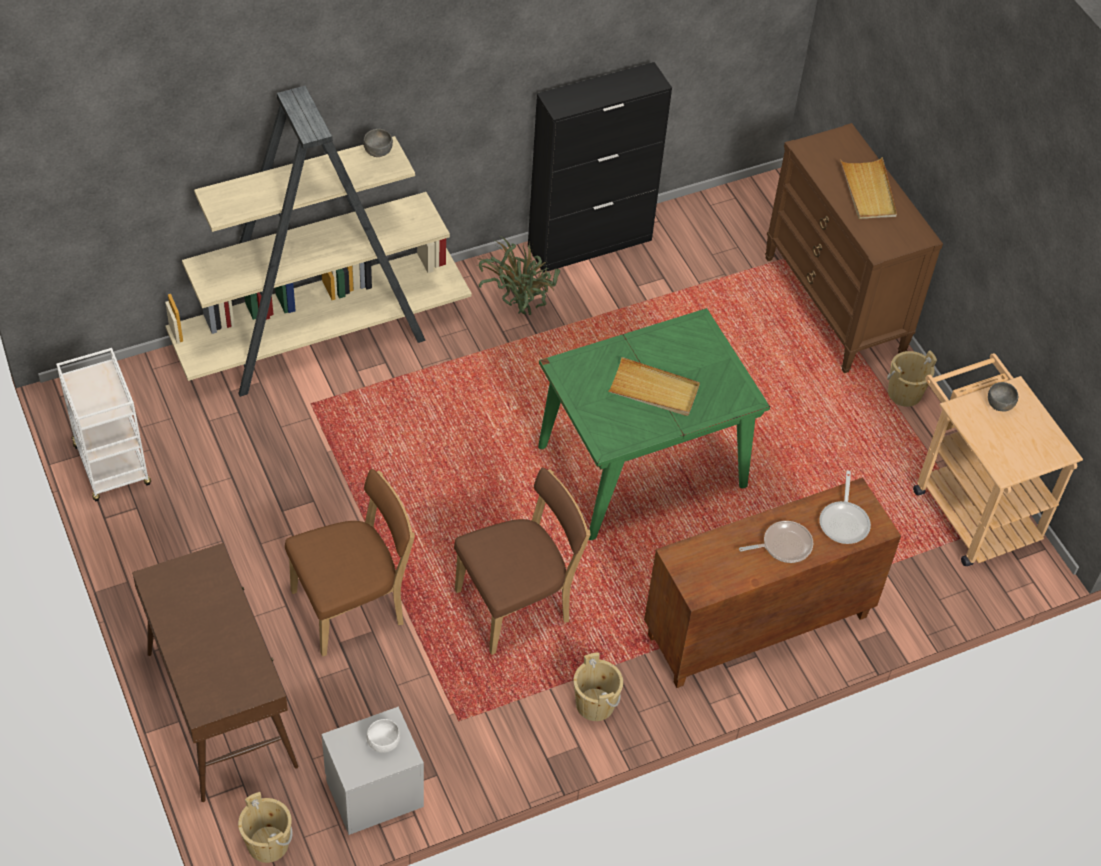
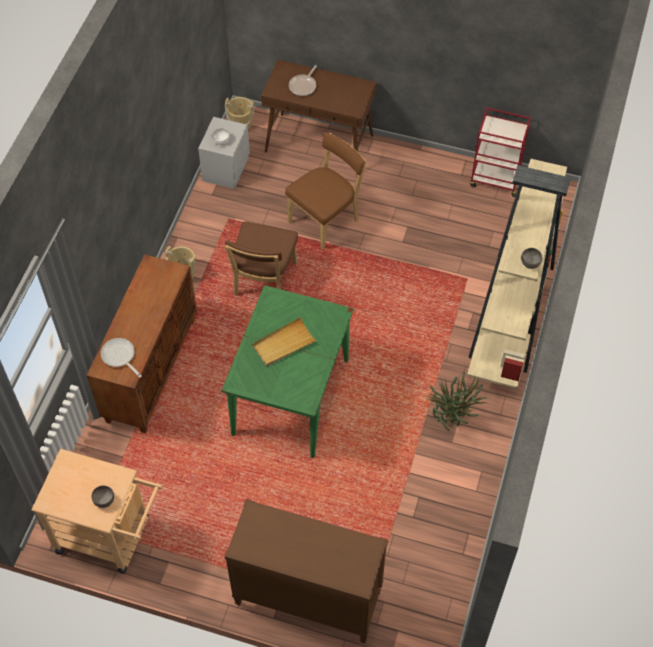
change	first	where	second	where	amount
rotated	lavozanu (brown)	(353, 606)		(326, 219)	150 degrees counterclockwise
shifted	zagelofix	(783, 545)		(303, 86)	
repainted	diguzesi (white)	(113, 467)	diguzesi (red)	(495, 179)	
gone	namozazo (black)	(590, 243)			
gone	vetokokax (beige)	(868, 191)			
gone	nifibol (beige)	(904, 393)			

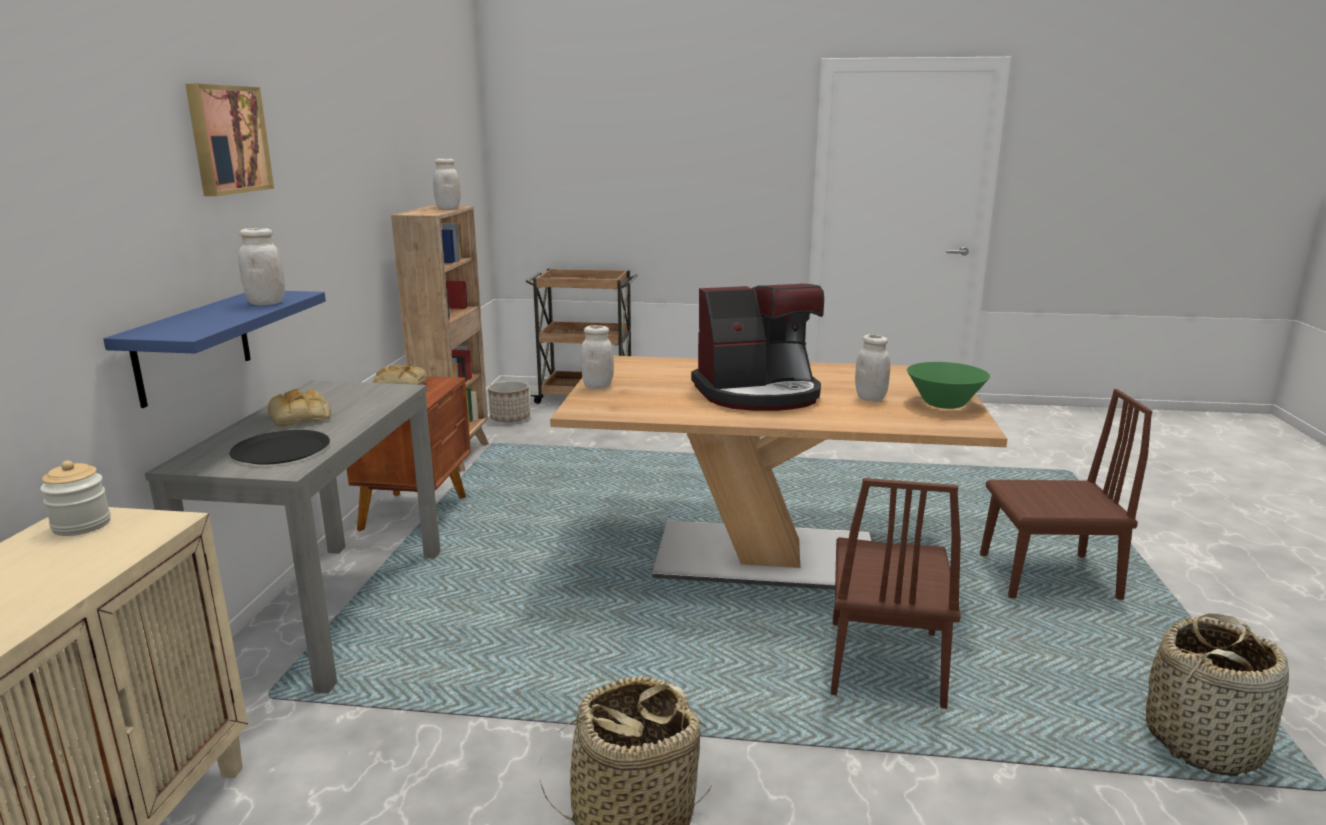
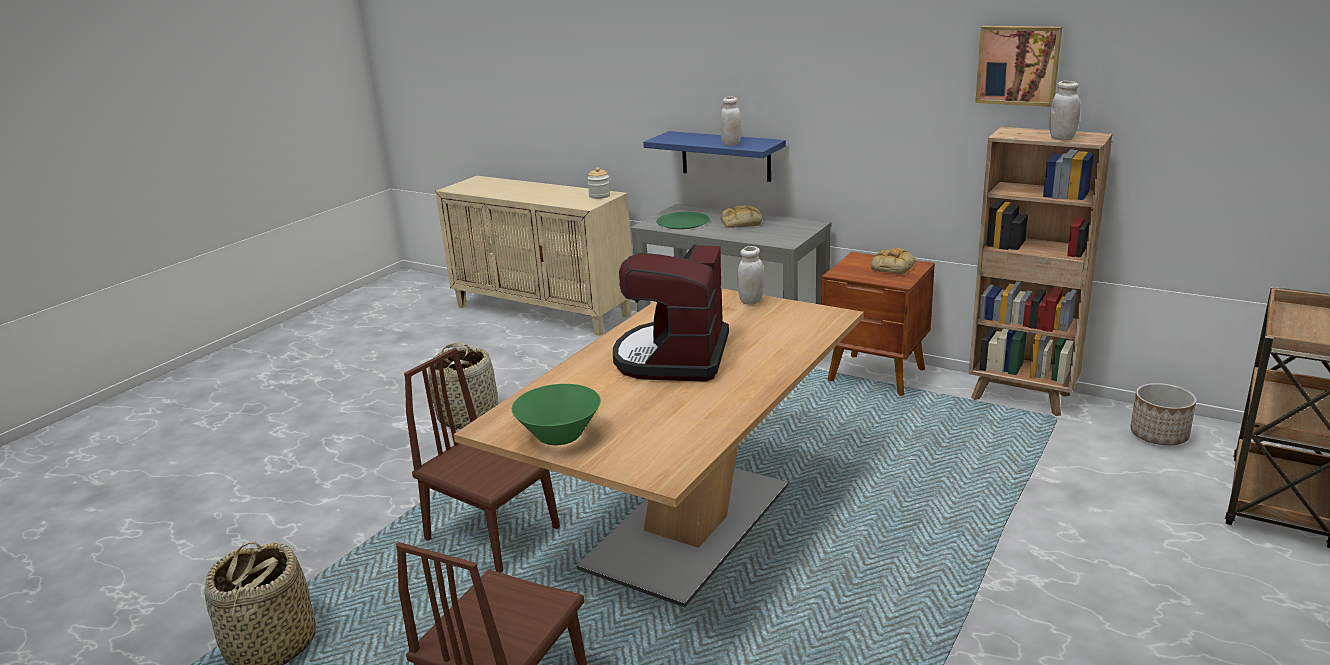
change	first	where	second	where	amount
repainted	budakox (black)	(281, 449)	budakox (green)	(683, 222)	
shifted	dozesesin	(227, 139)		(1018, 65)	
gone	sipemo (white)	(870, 398)			

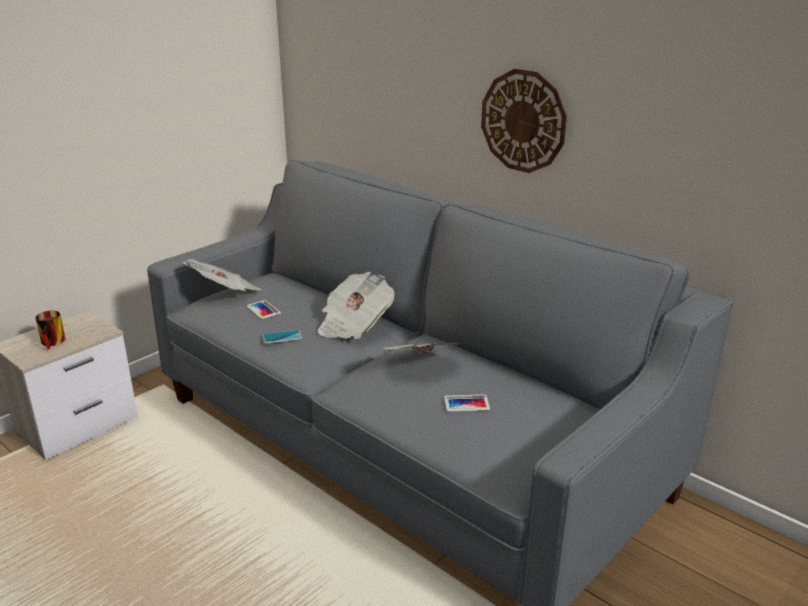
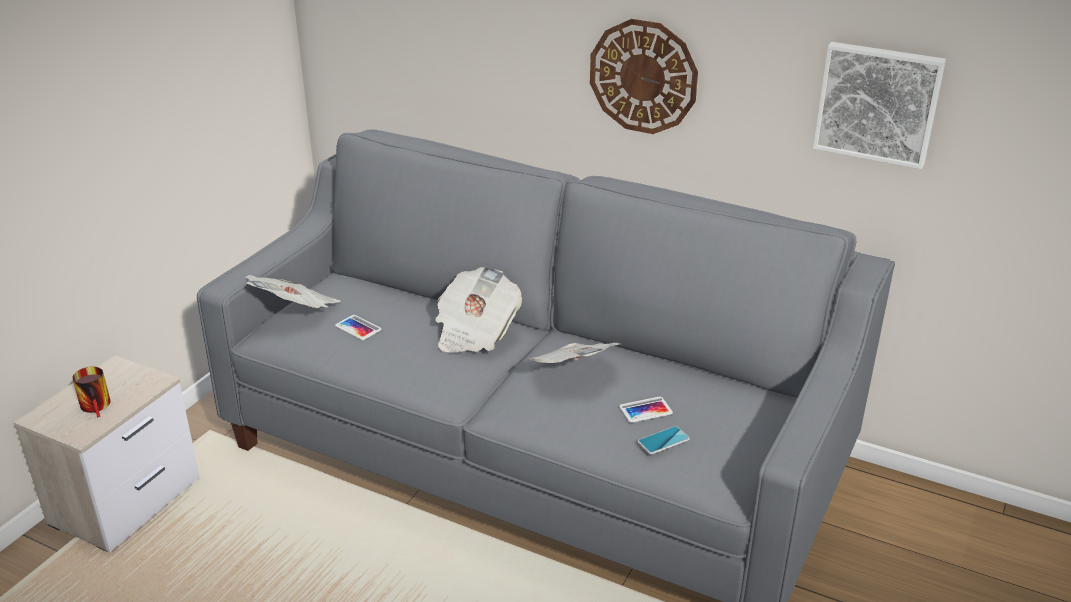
change	first	where	second	where	amount
shifted	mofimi	(282, 337)		(663, 441)	
new			dozesesin	(878, 103)	

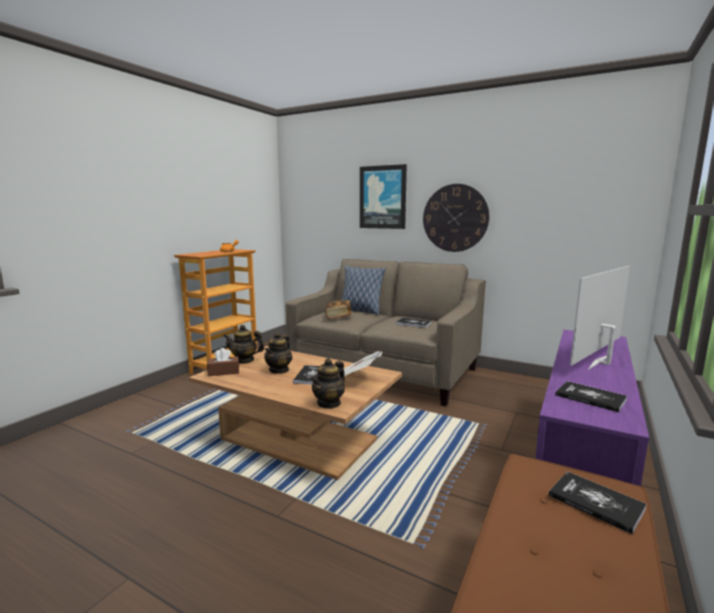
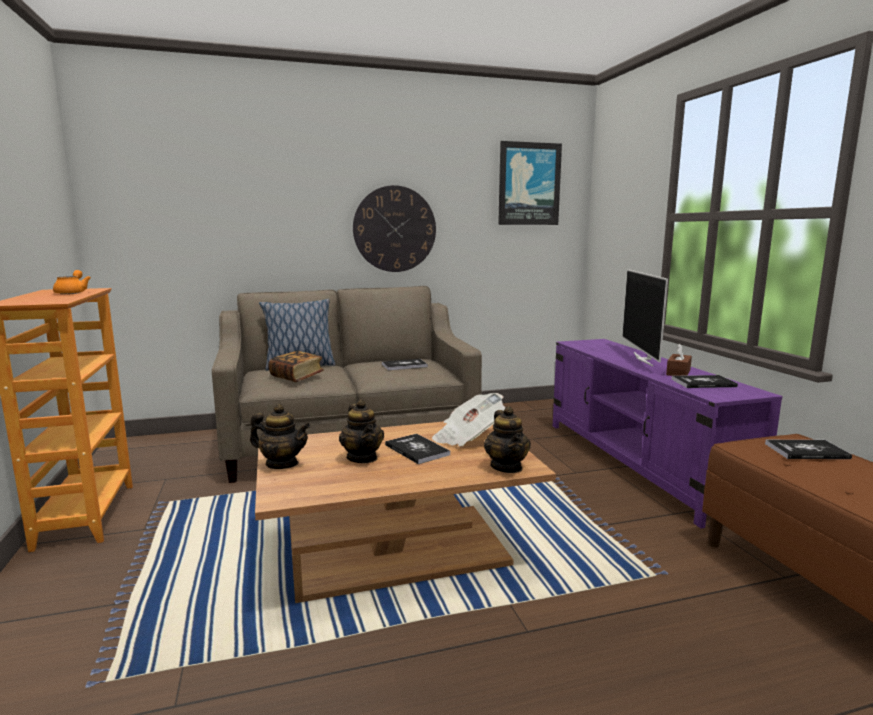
change	first	where	second	where	amount
rotated	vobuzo	(244, 360)		(282, 464)	120 degrees counterclockwise
shifted	dozesesin	(383, 197)		(529, 184)	
shifted	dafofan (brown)	(223, 372)		(678, 372)	

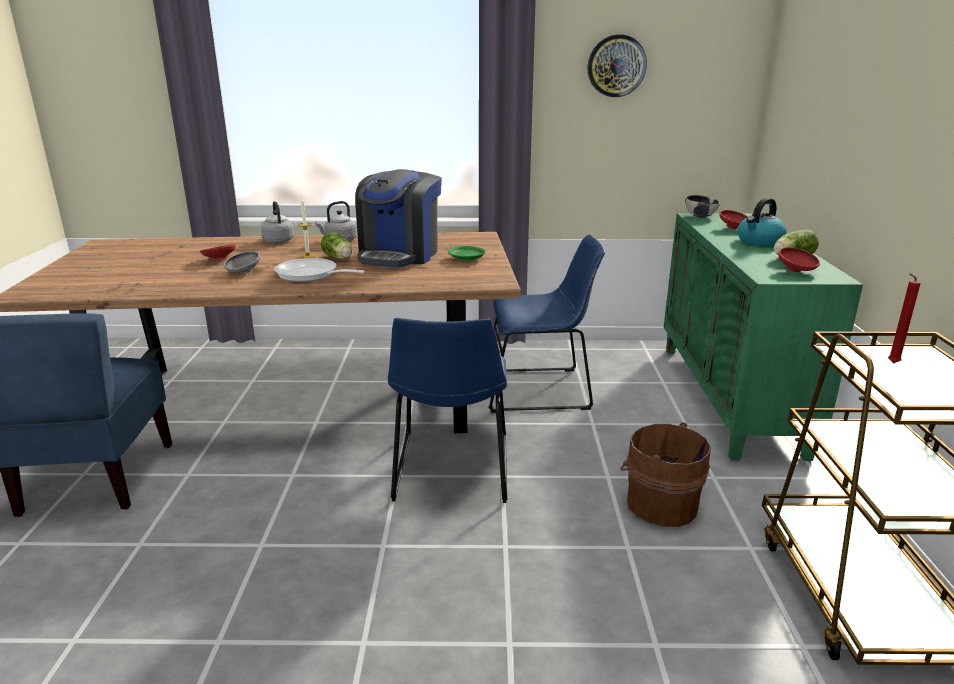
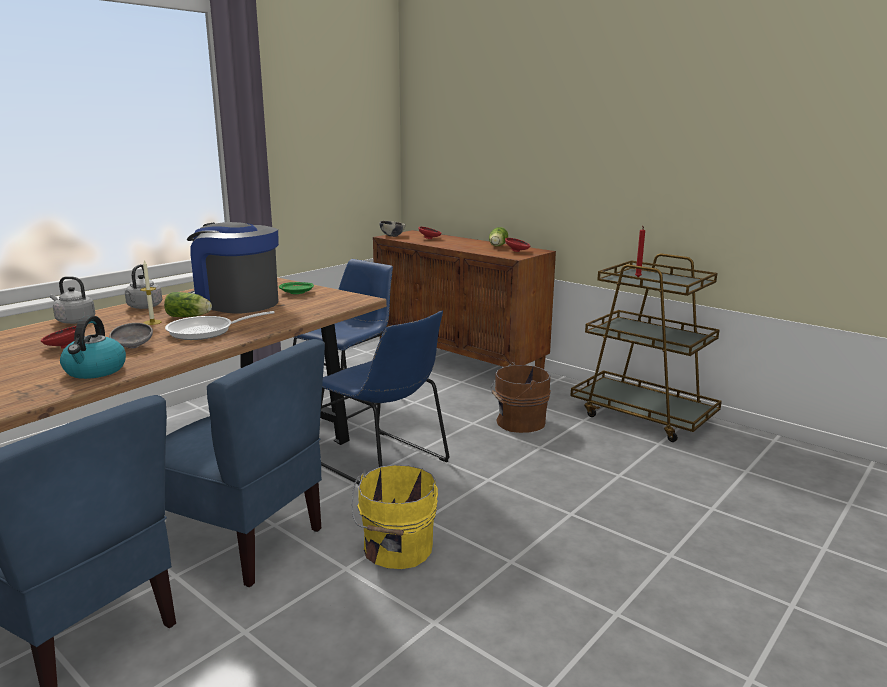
change	first	where	second	where	amount
shifted	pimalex	(759, 241)		(95, 371)	
new			lavozanu (blue)	(242, 540)	
rotated	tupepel	(399, 255)		(236, 303)	150 degrees clockwise
new			nifibol (yellow)	(397, 549)	
repainted	namozazo (green)	(730, 398)	namozazo (brown)	(459, 360)	
gone	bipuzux	(616, 66)			

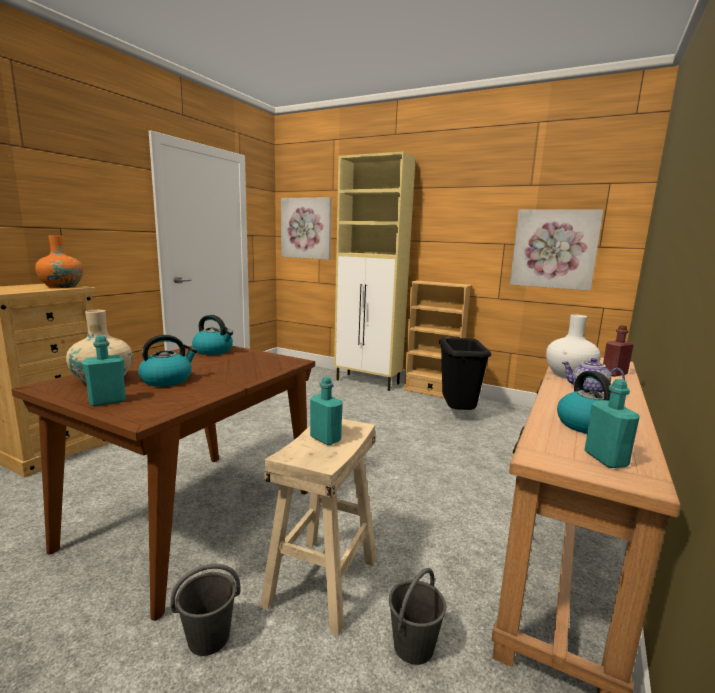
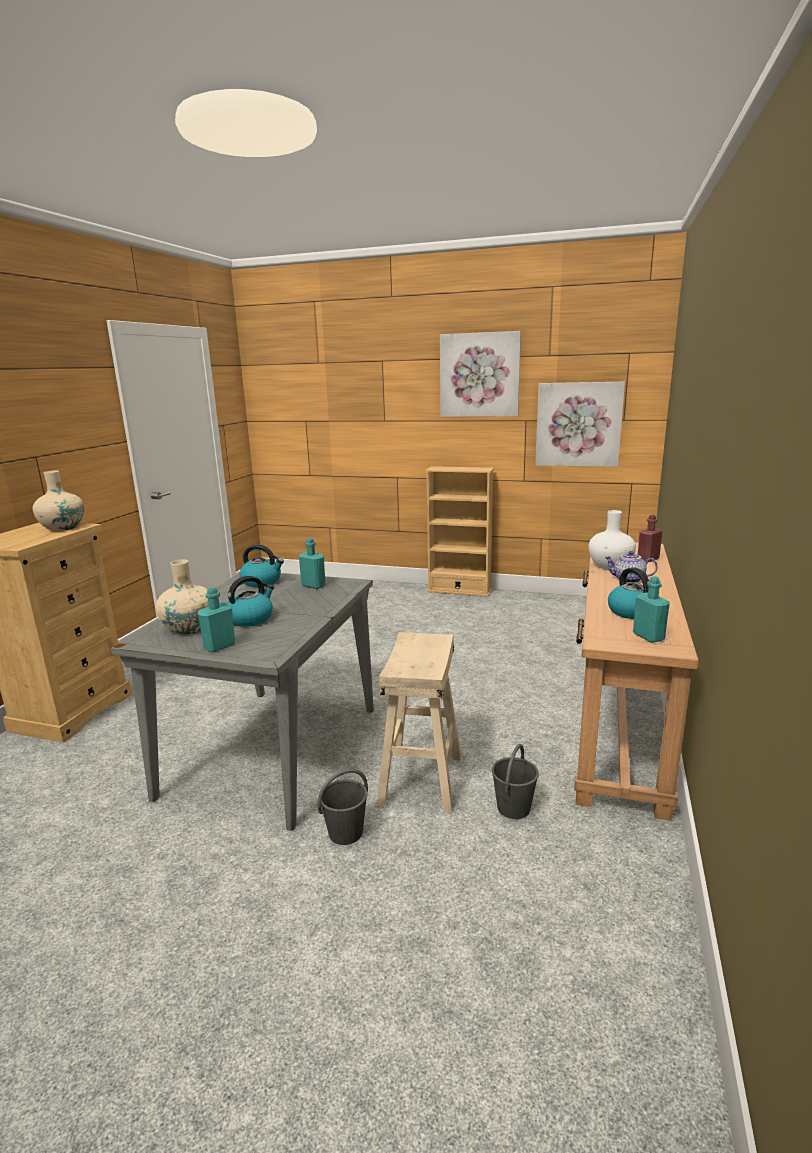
change	first	where	second	where	amount
repainted	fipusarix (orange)	(62, 286)	fipusarix (beige)	(63, 528)	
repainted	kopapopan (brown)	(192, 519)	kopapopan (grey)	(273, 751)	
shifted	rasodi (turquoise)	(325, 439)		(313, 585)	
shifted	dozesesin	(306, 228)		(479, 375)	
gone	namozazo (beige)	(368, 382)			
gone	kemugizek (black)	(457, 414)			

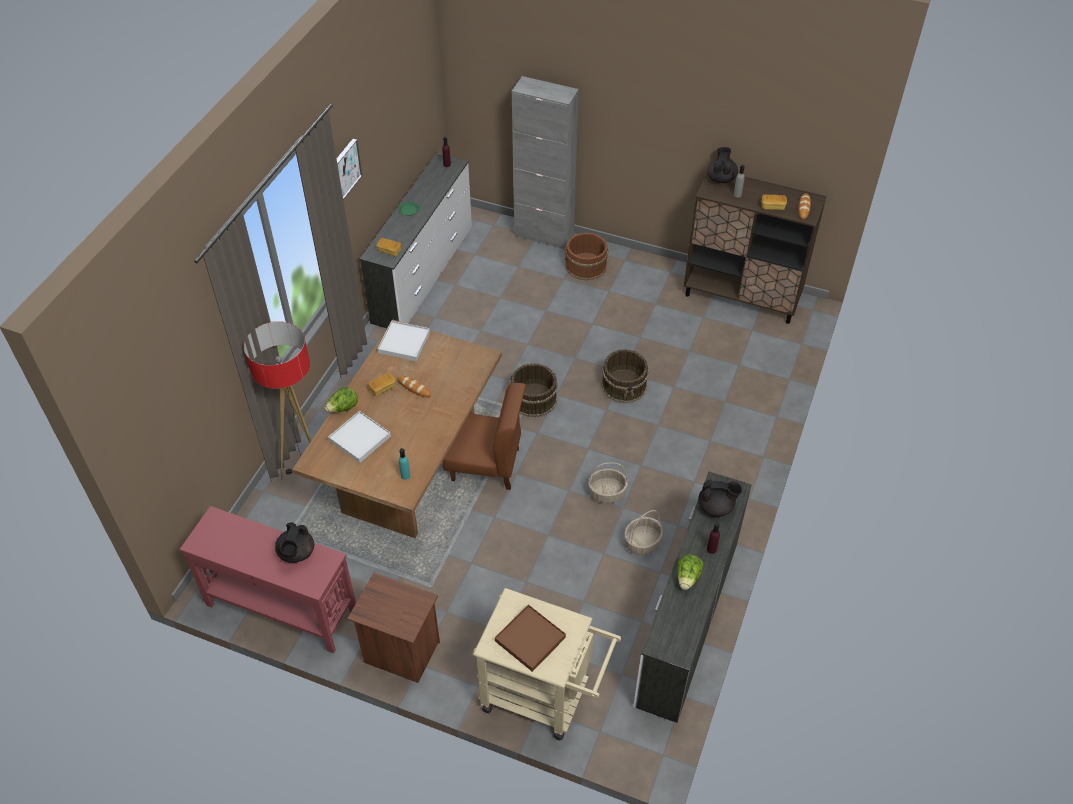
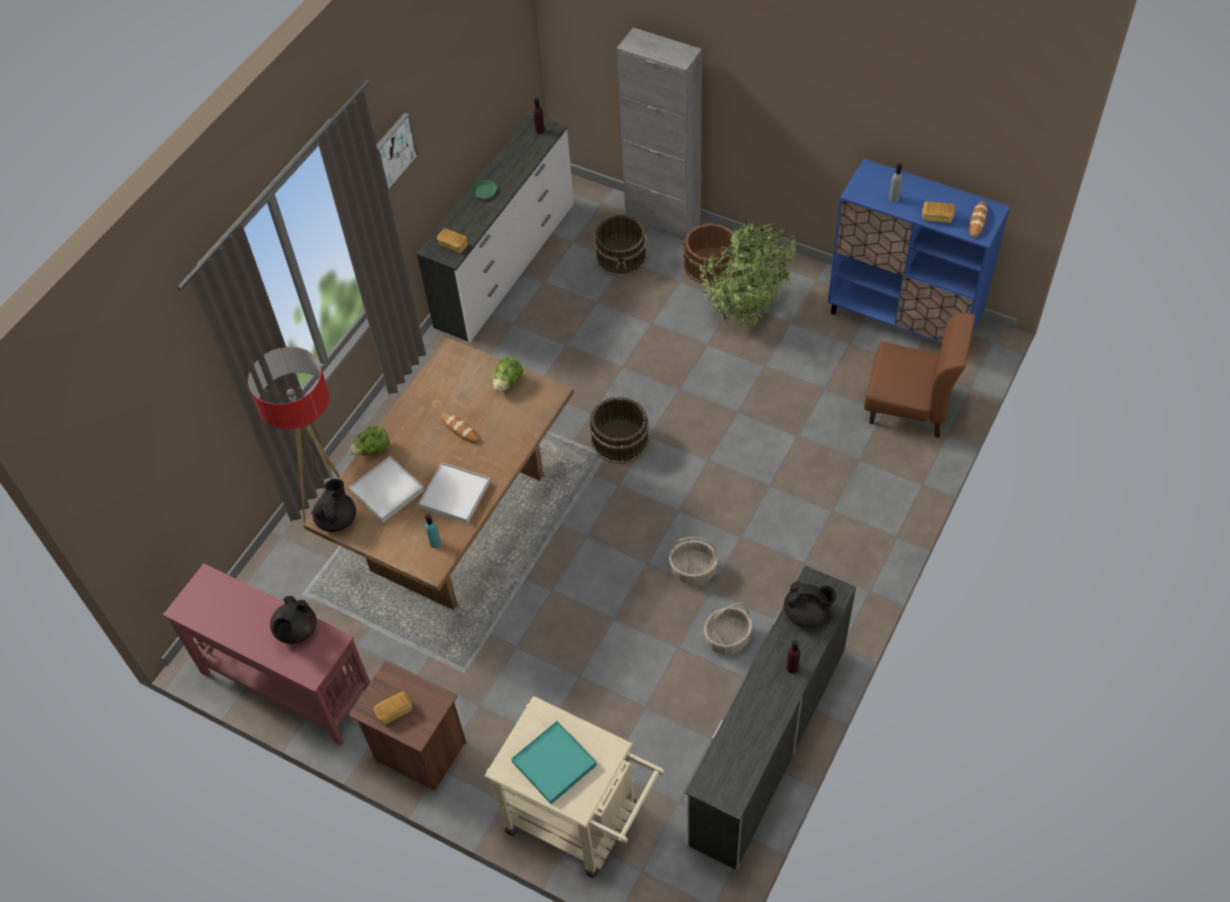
change	first	where	second	where	amount
shifted	vobuzo (black)	(721, 178)		(337, 519)	
shifted	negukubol	(382, 388)		(394, 712)	
shifted	vetokokax (white)	(404, 342)		(455, 495)	
shifted	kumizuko	(687, 578)		(507, 382)	
repainted	vetokokax (brown)	(530, 639)	vetokokax (turquoise)	(554, 764)	
shifted	nifibol (brown)	(624, 385)		(622, 257)	
new			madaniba	(747, 310)	
repainted	namozazo (brown)	(742, 297)	namozazo (blue)	(903, 319)	
shifted	lavozanu (brown)	(486, 465)		(909, 406)	

